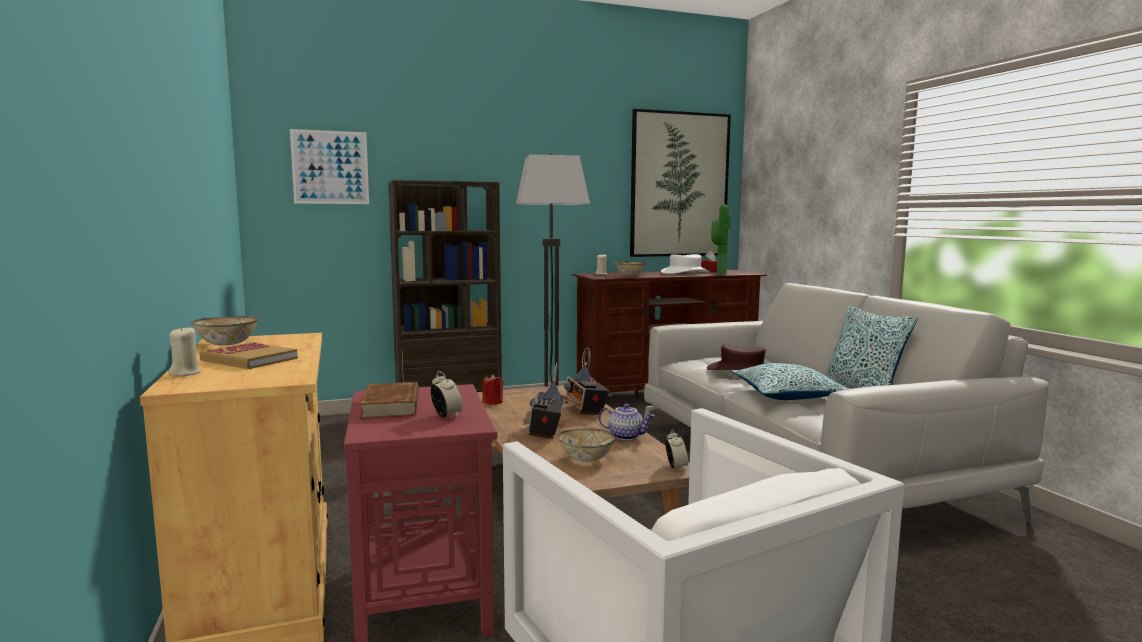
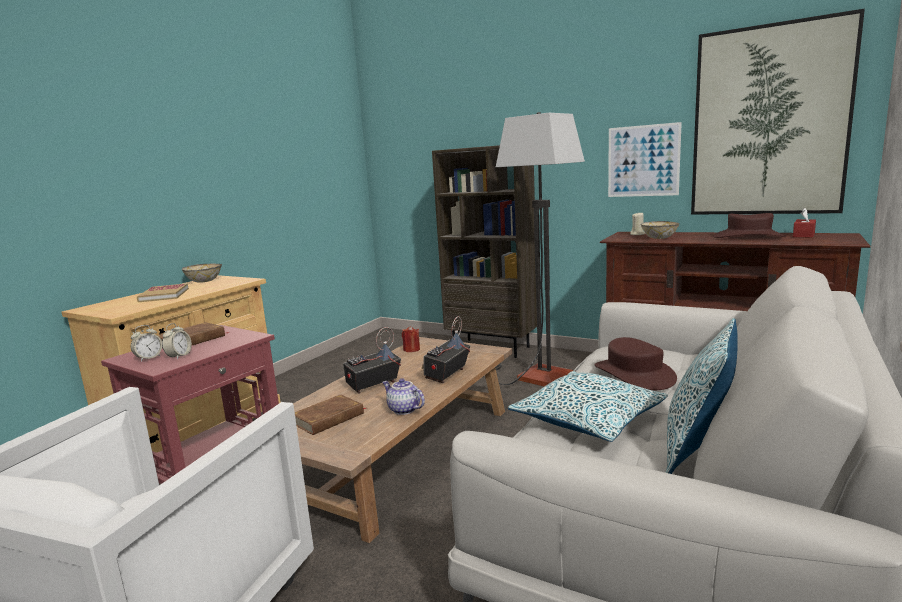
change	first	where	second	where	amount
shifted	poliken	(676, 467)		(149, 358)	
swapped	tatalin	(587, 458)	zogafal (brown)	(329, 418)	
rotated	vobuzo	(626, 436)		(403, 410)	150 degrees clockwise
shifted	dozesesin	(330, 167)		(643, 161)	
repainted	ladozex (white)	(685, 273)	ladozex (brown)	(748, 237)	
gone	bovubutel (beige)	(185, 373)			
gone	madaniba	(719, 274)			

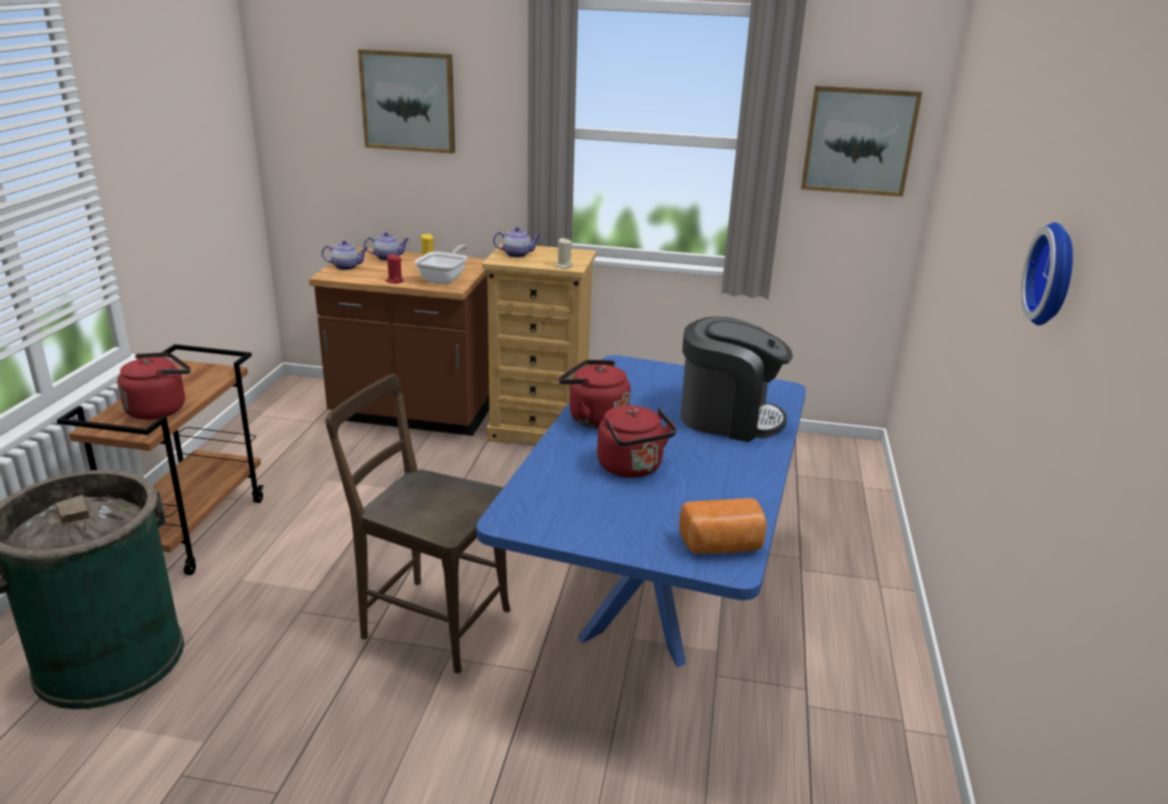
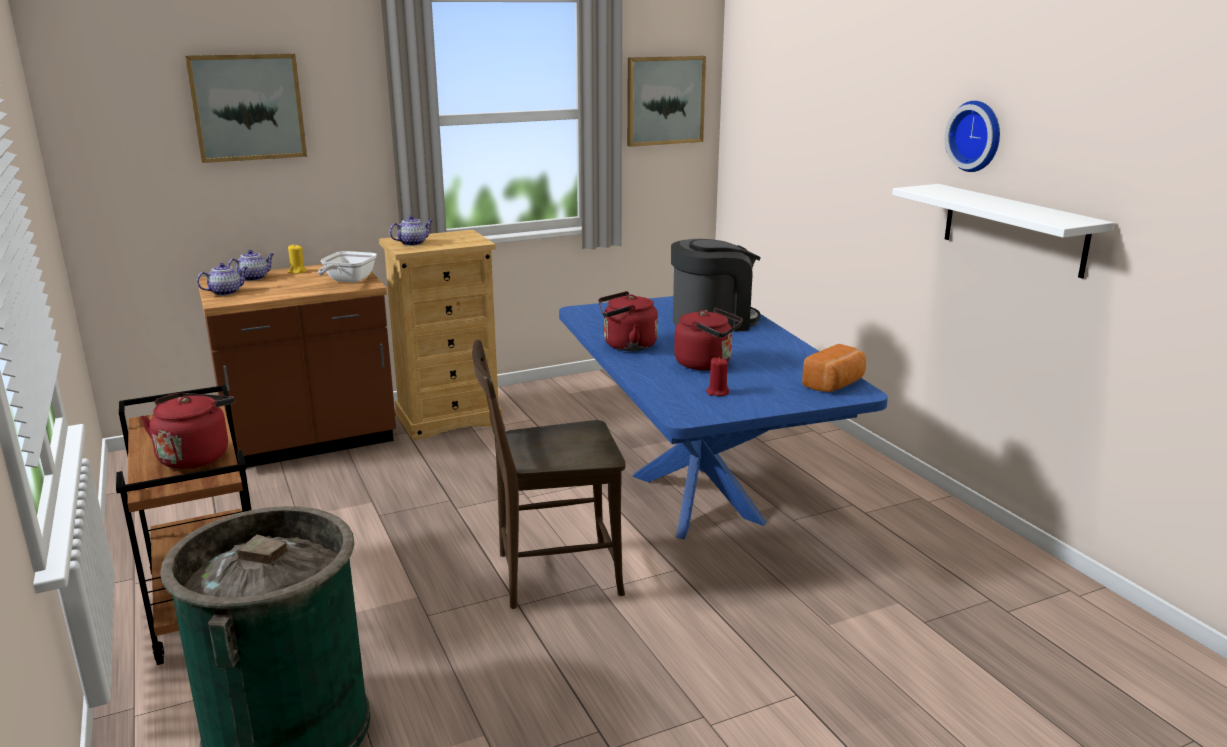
change	first	where	second	where	amount
rotated	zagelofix	(445, 279)		(347, 281)	150 degrees counterclockwise
shifted	bovubutel (red)	(394, 281)		(717, 392)	
new			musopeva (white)	(1013, 229)	
gone	bovubutel (beige)	(563, 266)			

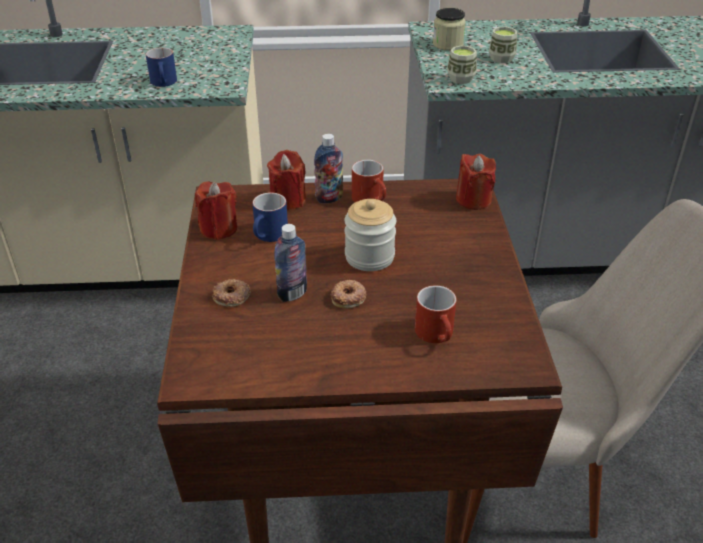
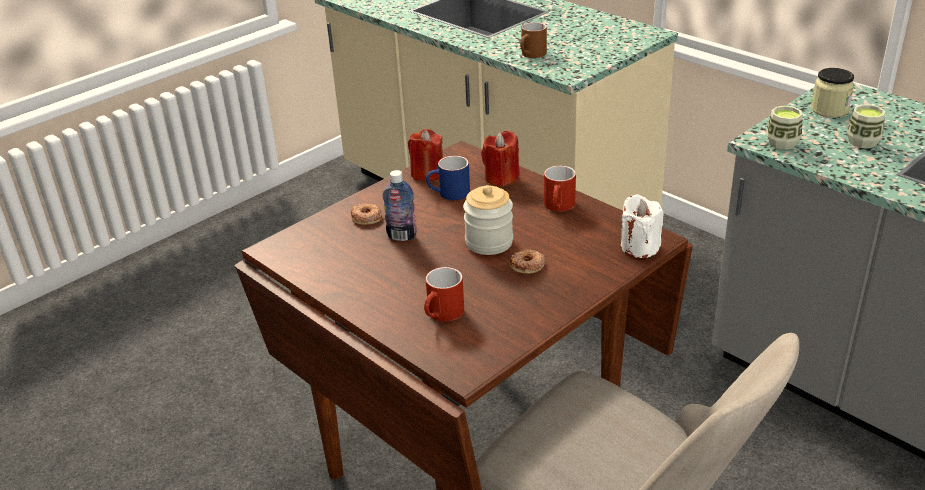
change	first	where	second	where	amount
shifted	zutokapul	(348, 297)		(527, 265)	
repainted	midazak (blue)	(165, 83)	midazak (brown)	(532, 55)	
repainted	bovubutel (red)	(473, 200)	bovubutel (white)	(639, 247)	
gone	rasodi	(329, 198)			

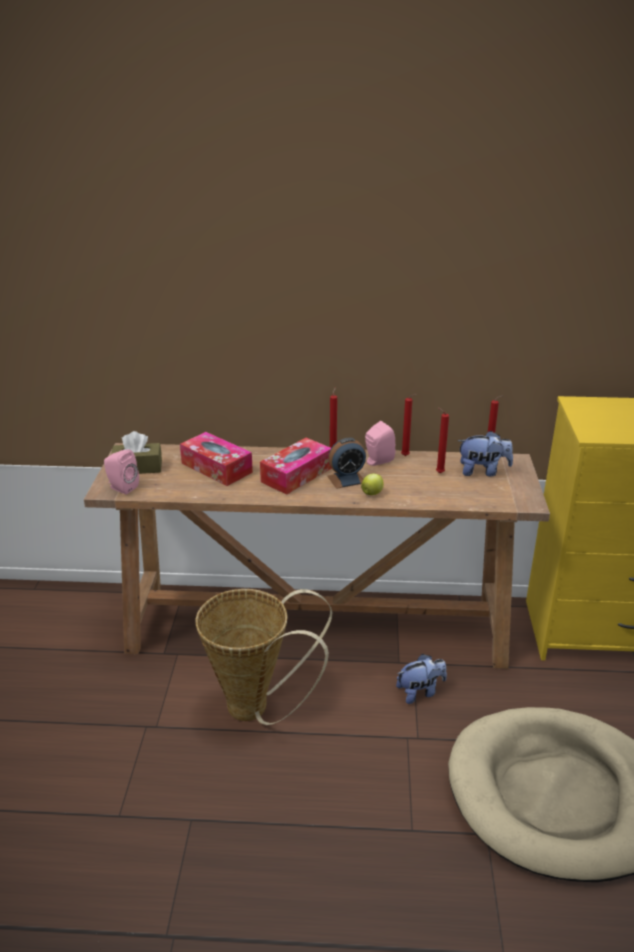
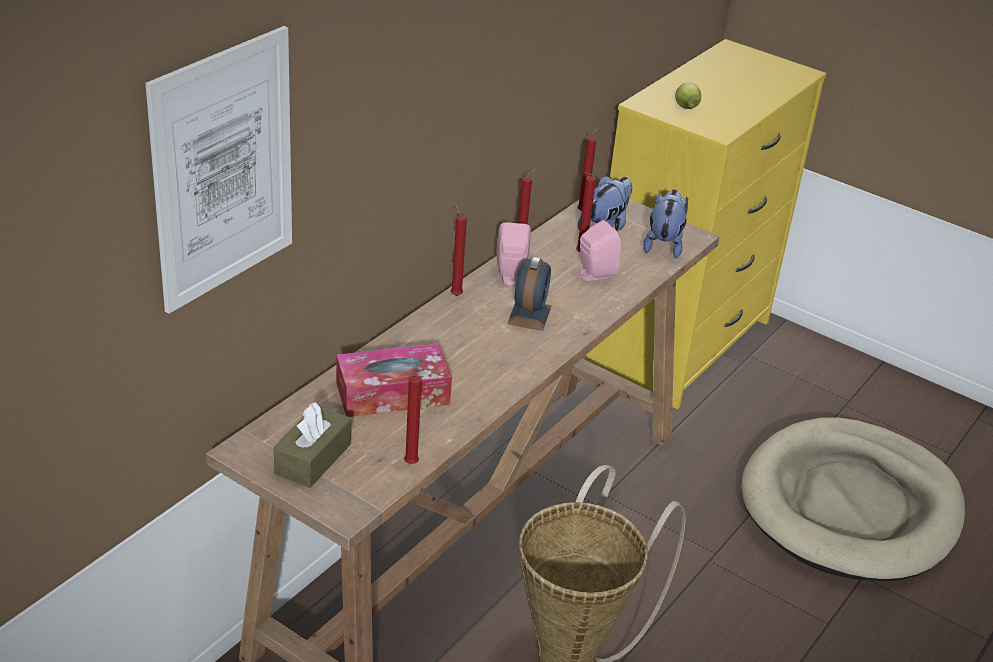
change	first	where	second	where	amount
new			dozesesin	(223, 169)	
new			bovubutel (red)	(408, 464)	
shifted	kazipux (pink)	(121, 487)		(594, 274)	
shifted	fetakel	(420, 692)		(664, 244)	
shifted	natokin	(372, 493)		(686, 107)	
gone	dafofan	(296, 475)			

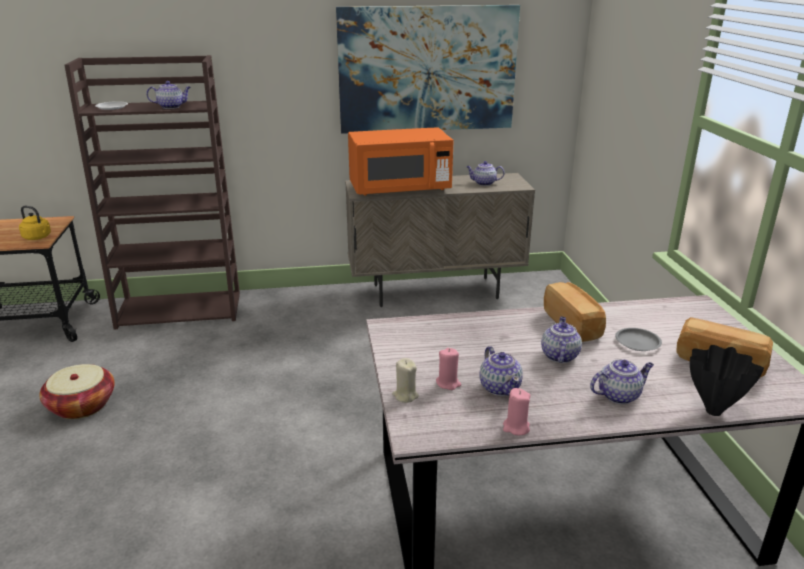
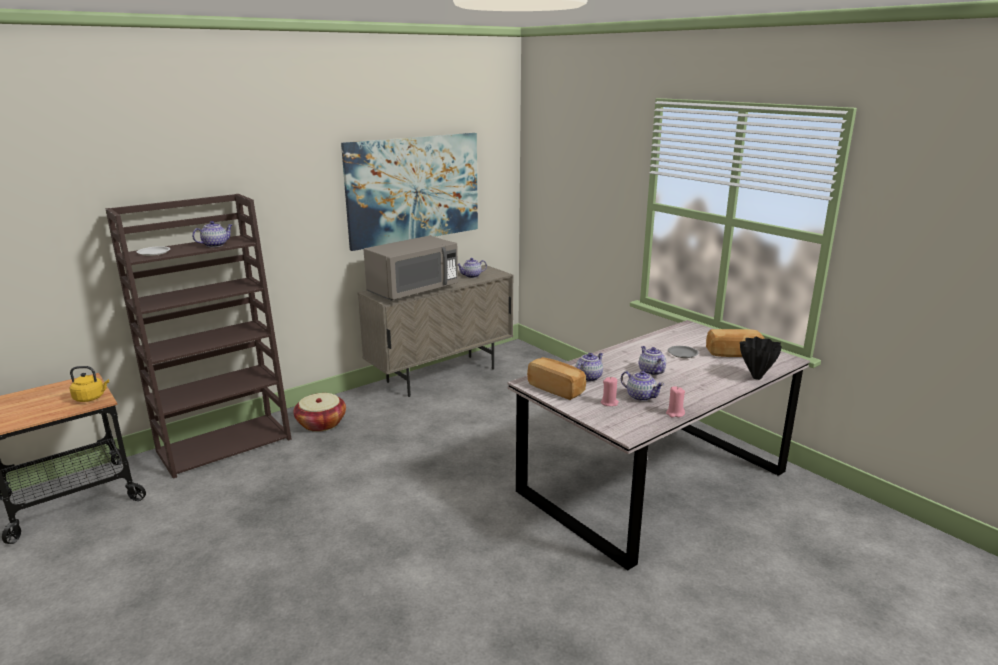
change	first	where	second	where	amount
shifted	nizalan	(82, 405)		(321, 423)	
repainted	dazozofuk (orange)	(399, 189)	dazozofuk (grey)	(413, 291)	
shifted	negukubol	(573, 325)		(556, 389)	
shifted	vobuzo	(619, 395)		(588, 377)	
gone	bovubutel (beige)	(405, 395)			

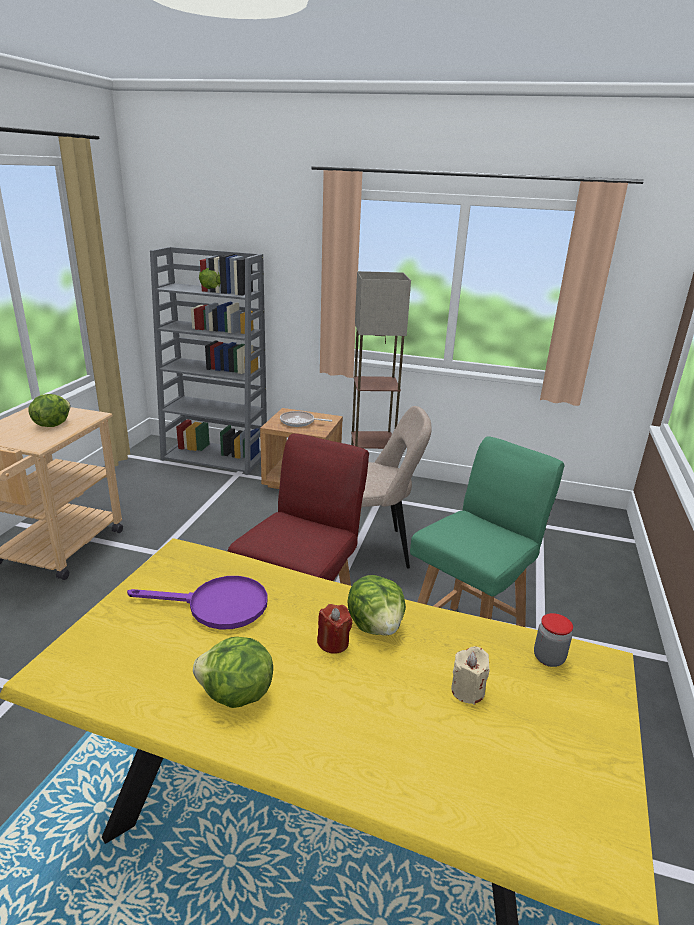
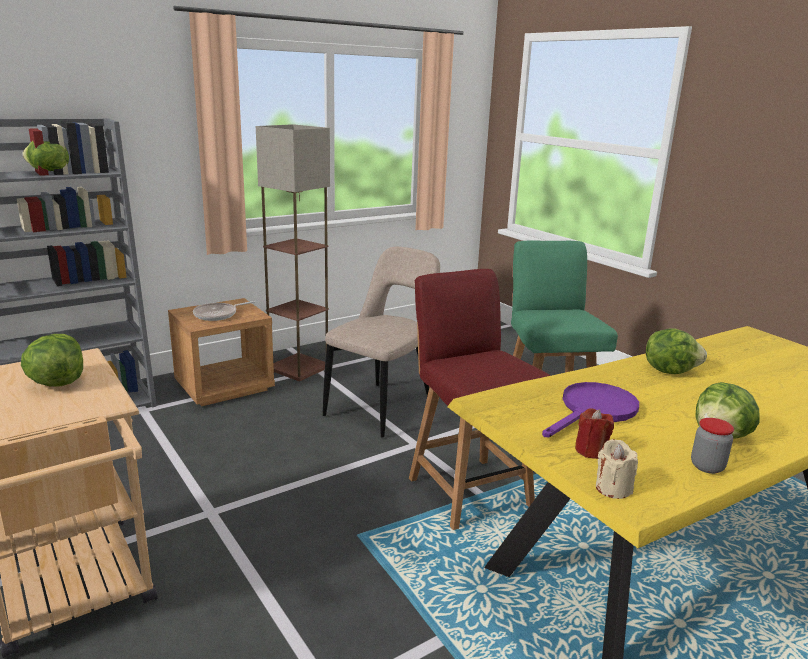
change	first	where	second	where	amount
shifted	bovubutel (red)	(333, 643)		(591, 451)	
shifted	bovubutel (beige)	(467, 690)		(613, 488)	
shifted	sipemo	(548, 658)		(707, 466)	

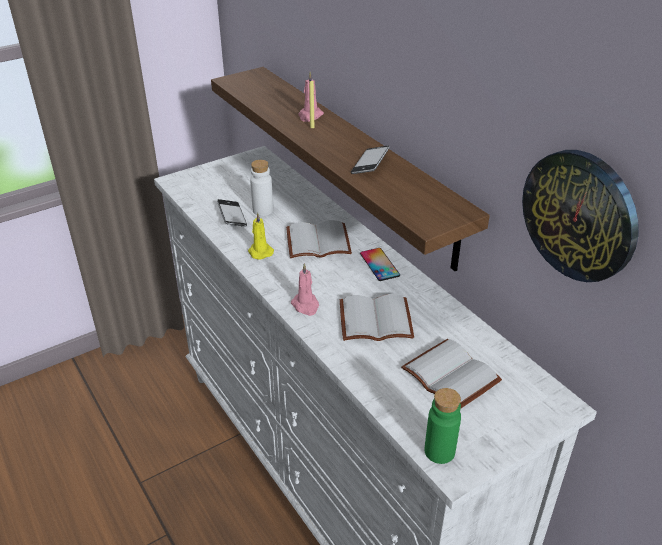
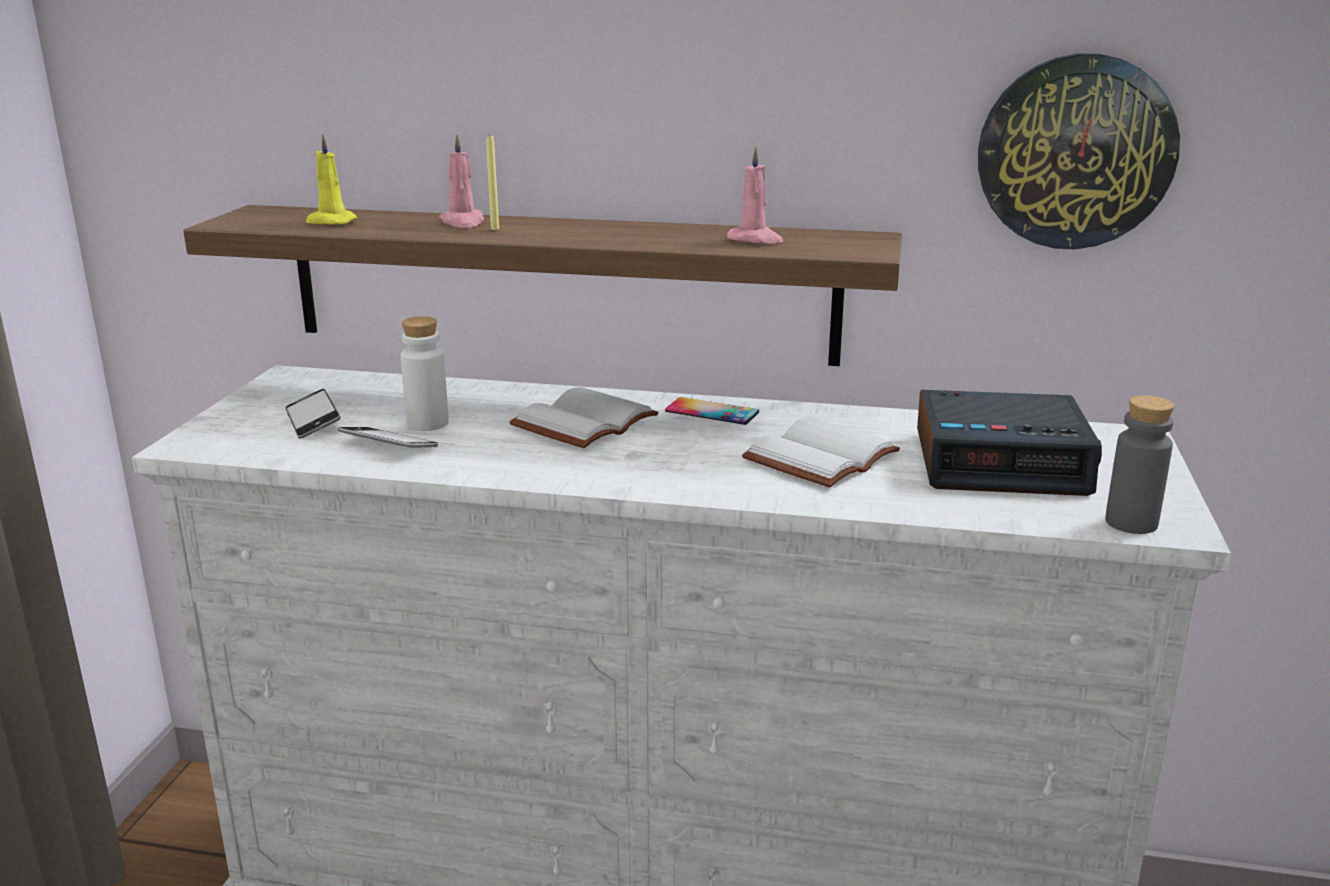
change	first	where	second	where	amount
shifted	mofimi	(370, 164)		(313, 421)	
shifted	bovubutel (yellow)	(260, 252)		(330, 222)	
shifted	bovubutel (pink)	(306, 306)		(755, 240)	
swapped	zogafal (white)	(453, 375)	poliken	(1002, 461)	
repainted	rasodi (green)	(439, 451)	rasodi (grey)	(1131, 523)	

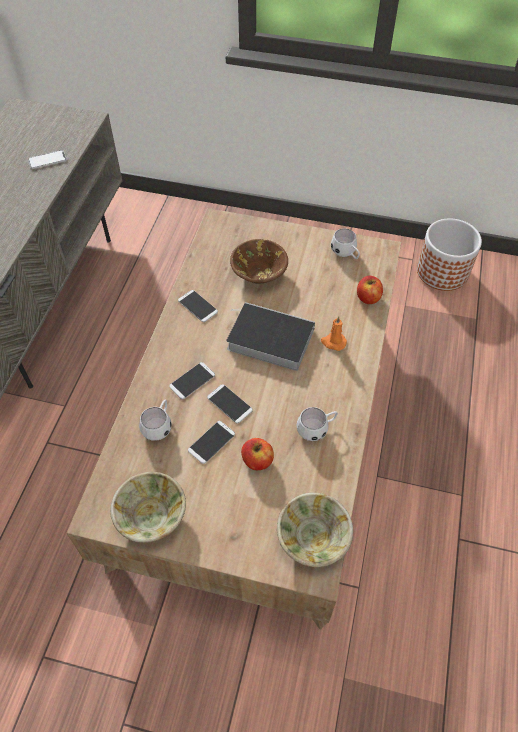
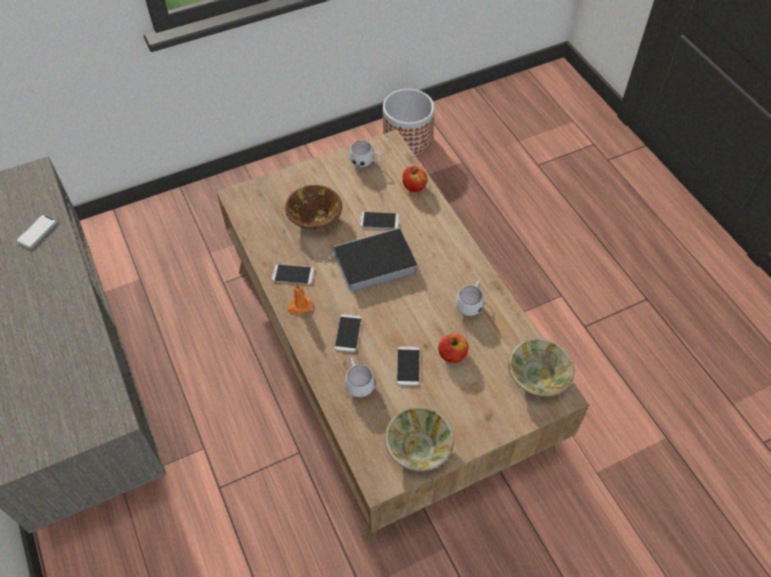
change	first	where	second	where	amount
shifted	bovubutel (orange)	(333, 342)		(299, 306)	
shifted	mofimi	(229, 404)		(379, 221)	

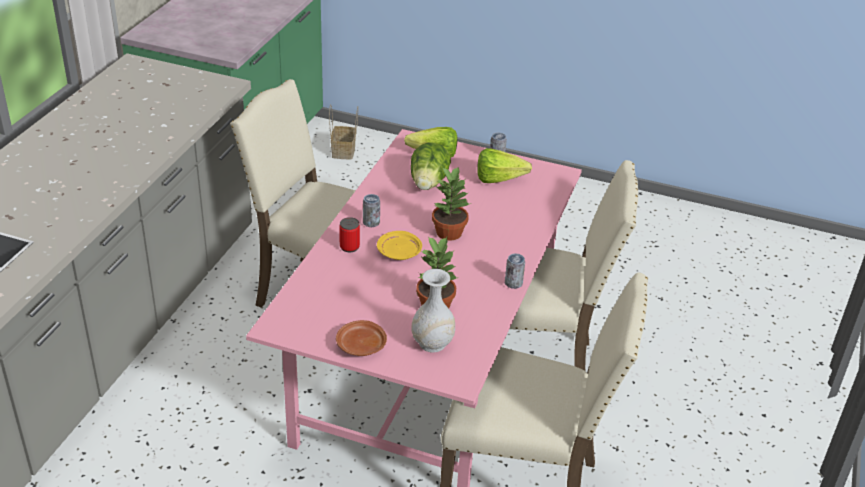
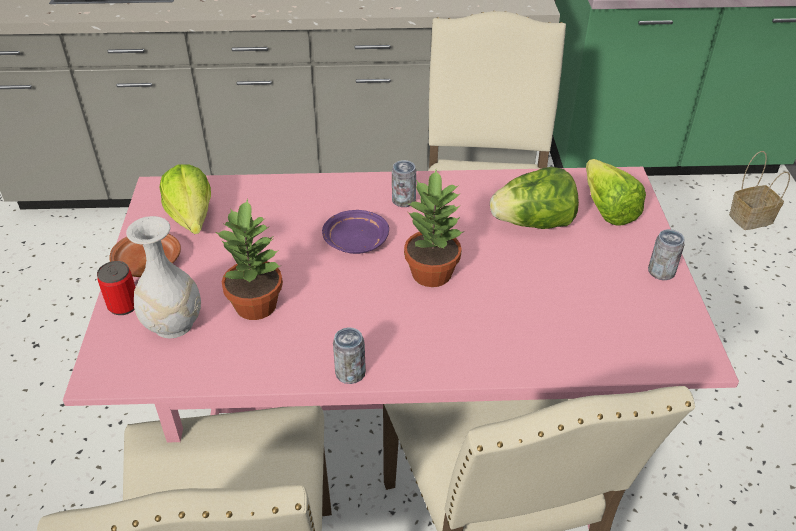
change	first	where	second	where	amount
shifted	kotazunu	(349, 247)		(123, 305)	
shifted	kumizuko	(503, 180)		(191, 224)	
repainted	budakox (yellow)	(399, 252)	budakox (purple)	(355, 241)	

